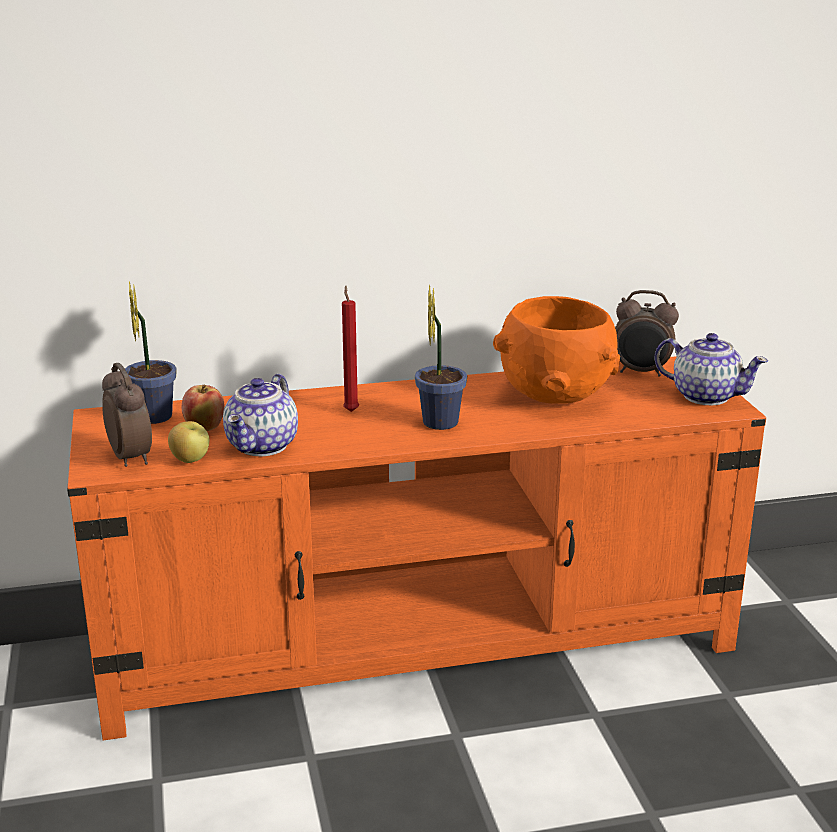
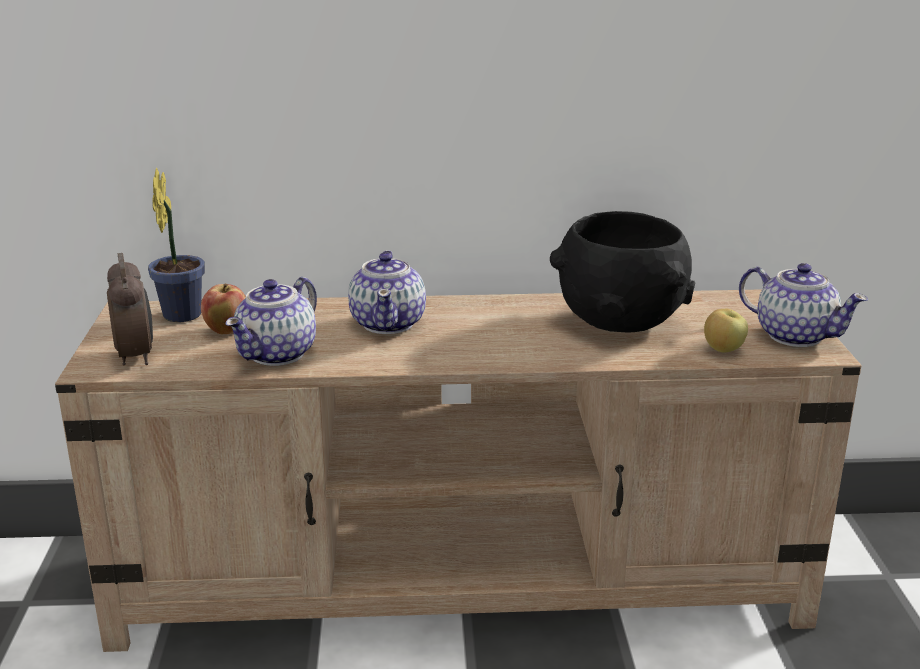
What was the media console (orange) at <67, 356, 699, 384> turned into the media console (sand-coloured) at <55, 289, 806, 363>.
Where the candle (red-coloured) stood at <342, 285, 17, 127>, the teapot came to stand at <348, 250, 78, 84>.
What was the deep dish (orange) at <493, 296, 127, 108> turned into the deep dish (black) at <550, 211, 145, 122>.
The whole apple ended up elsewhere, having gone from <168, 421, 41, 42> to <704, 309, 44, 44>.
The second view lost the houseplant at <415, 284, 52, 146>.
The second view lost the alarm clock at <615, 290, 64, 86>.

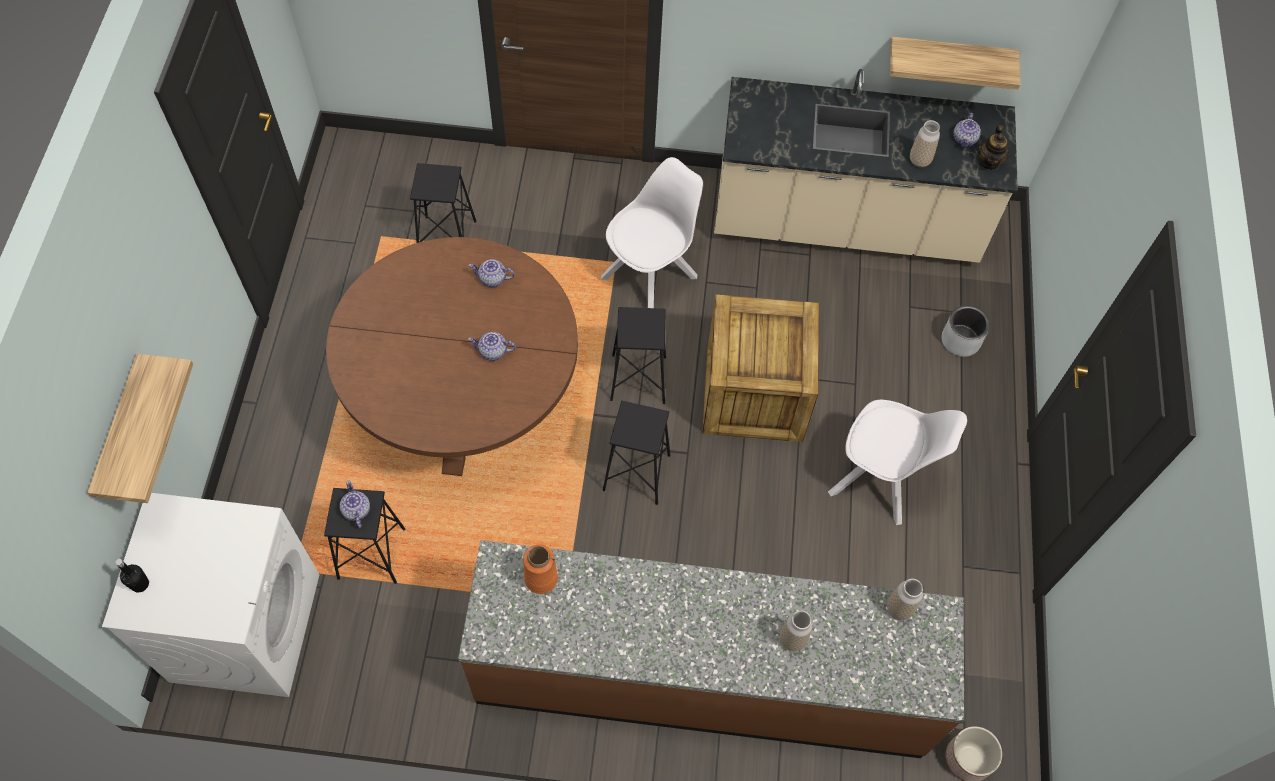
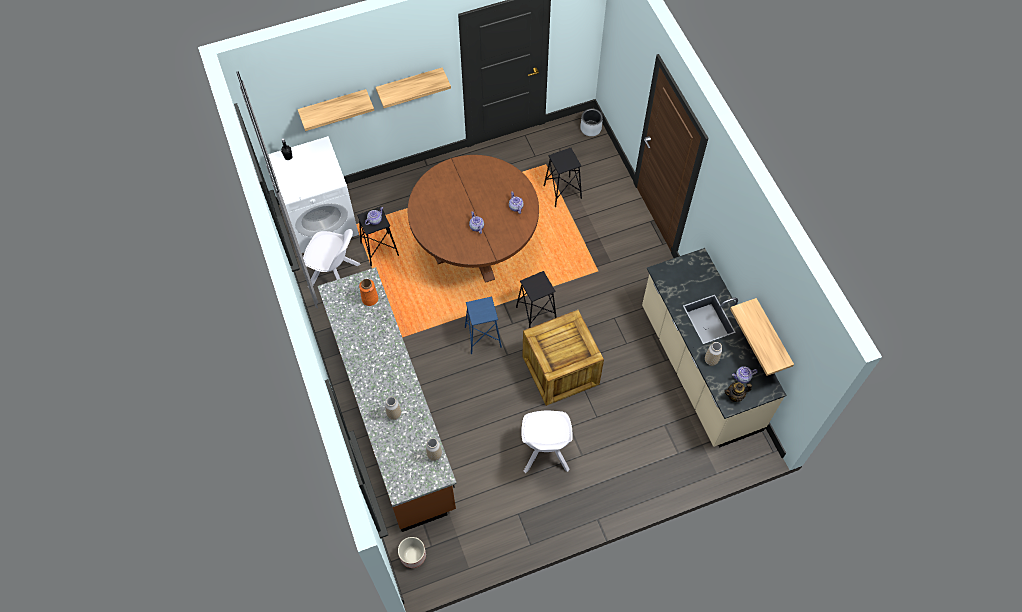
The plain chair (white-coloured) ended up elsewhere, having gone from <601, 157, 102, 151> to <303, 229, 58, 59>.
The second view gained the shelf at <376, 67, 75, 41>.
What was the stool (black) at <603, 401, 67, 104> turned into the stool (blue) at <465, 297, 37, 57>.
The flower pot (greyish) ended up elsewhere, having gone from <941, 305, 49, 52> to <580, 108, 23, 28>.

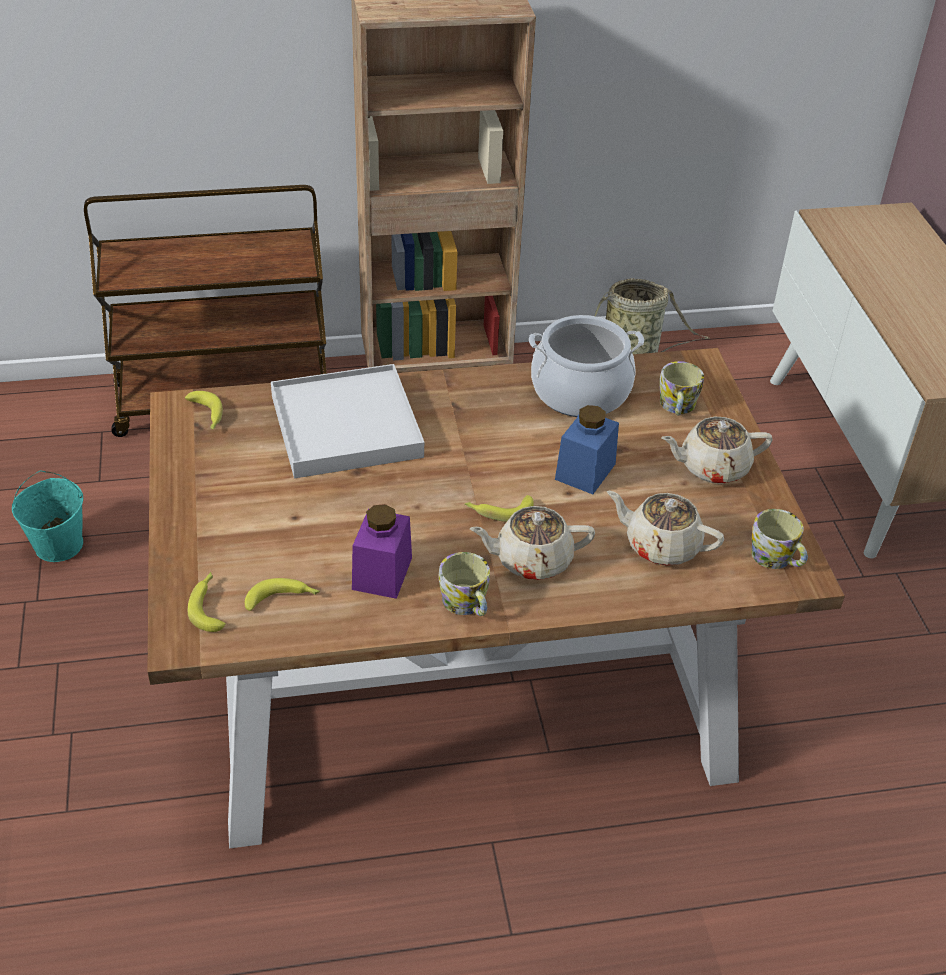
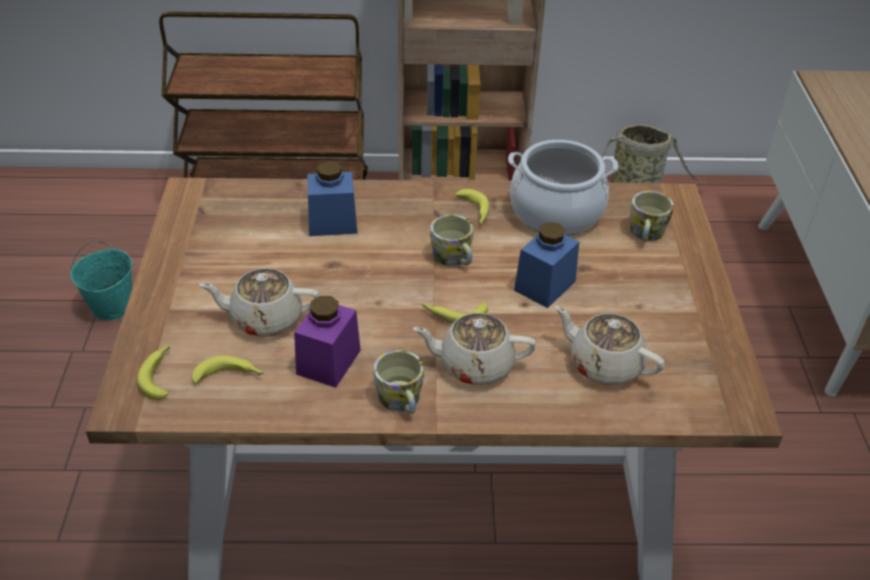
The teapot (sand-coloured) ended up elsewhere, having gone from <661, 417, 112, 67> to <199, 268, 121, 69>.
Where the tray (white-coloured) stood at <271, 364, 153, 114>, the storage jar (blue) came to stand at <307, 161, 50, 75>.
The coffee mug ended up elsewhere, having gone from <751, 509, 57, 60> to <430, 214, 43, 52>.
The banana ended up elsewhere, having gone from <185, 391, 38, 38> to <455, 189, 35, 36>.

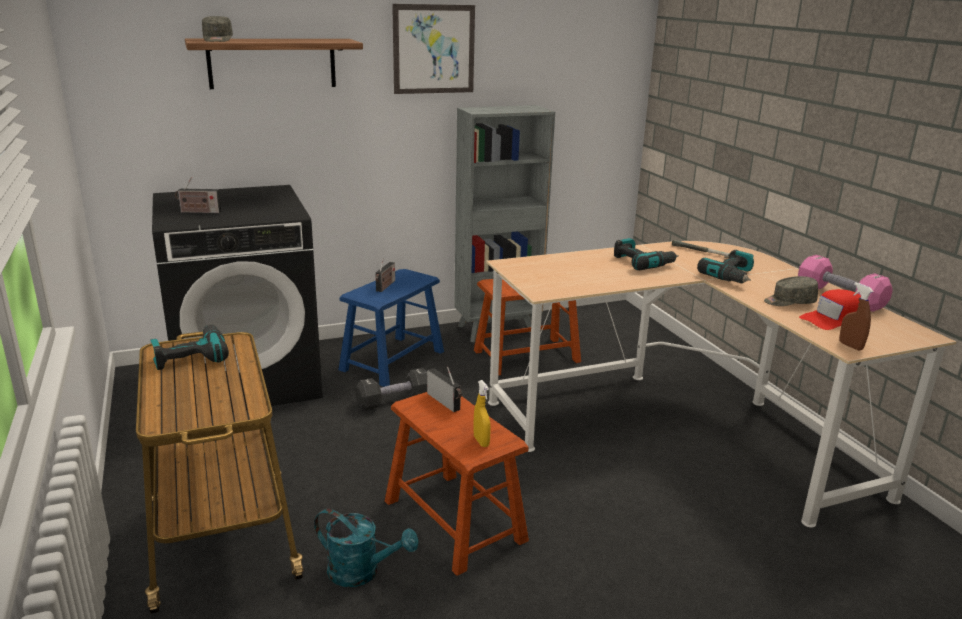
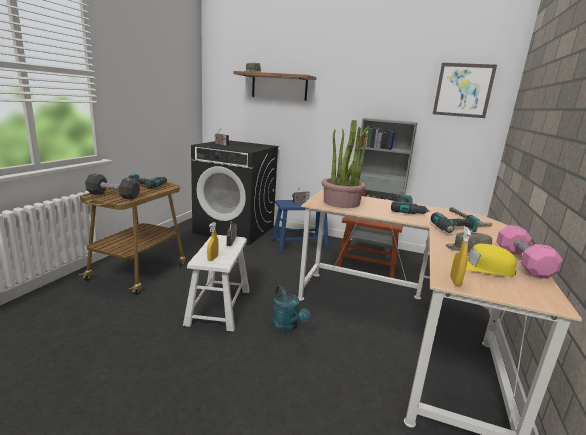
The dumbbell (black) ended up elsewhere, having gone from <356, 368, 71, 42> to <85, 174, 55, 26>.
What was the stool (brown-coloured) at <385, 392, 144, 184> turned into the stool (white-coloured) at <183, 235, 67, 96>.
The watering pot (turquoise-coloured) ended up elsewhere, having gone from <314, 509, 105, 78> to <272, 286, 38, 46>.
The second view gained the houseplant at <322, 120, 48, 88>.
The picture ended up elsewhere, having gone from <392, 4, 83, 90> to <433, 63, 64, 55>.
What was the spray bottle (brown-coloured) at <839, 282, 35, 69> turned into the spray bottle (yellow-coloured) at <450, 226, 21, 60>.
What was the cap (red-coloured) at <799, 289, 62, 41> turned into the cap (yellow-coloured) at <451, 243, 66, 34>.

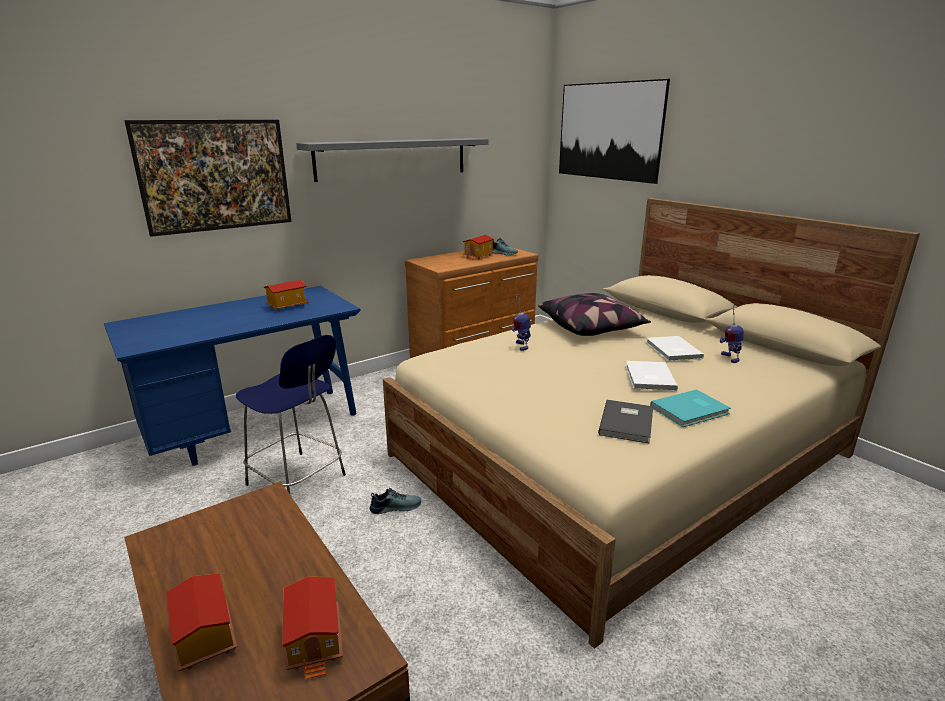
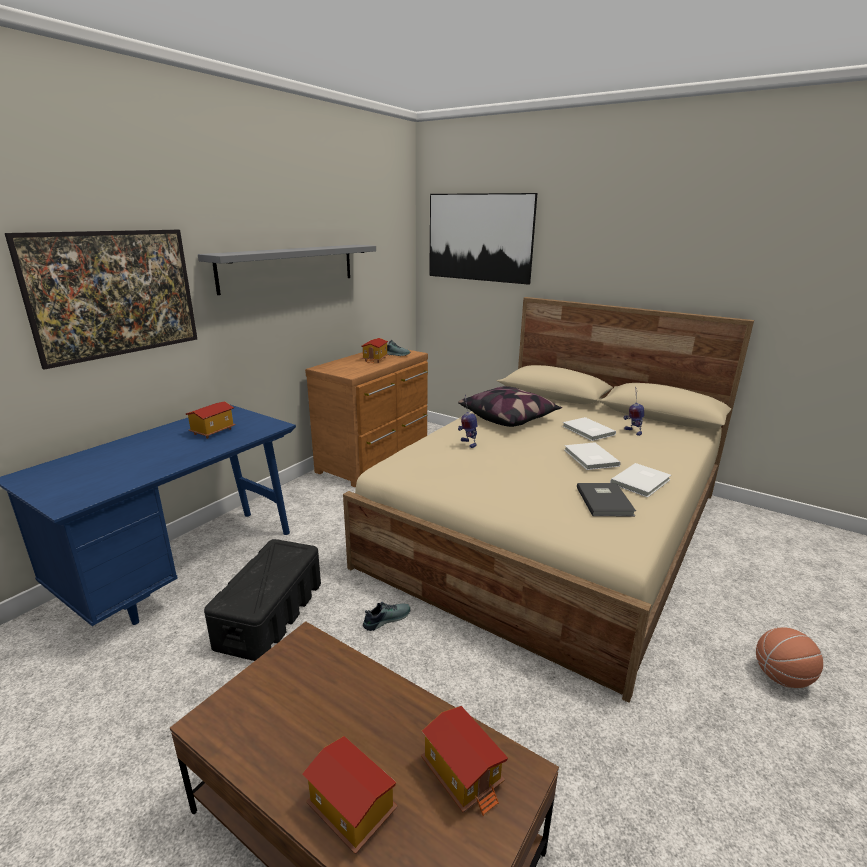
Where the stool (blue) stood at <236, 335, 110, 159>, the storage bin (black) came to stand at <204, 539, 117, 122>.
What was the bound book (turquoise-coloured) at <650, 389, 81, 38> turned into the bound book (white-coloured) at <610, 463, 61, 34>.
The second view gained the basketball at <756, 627, 67, 61>.

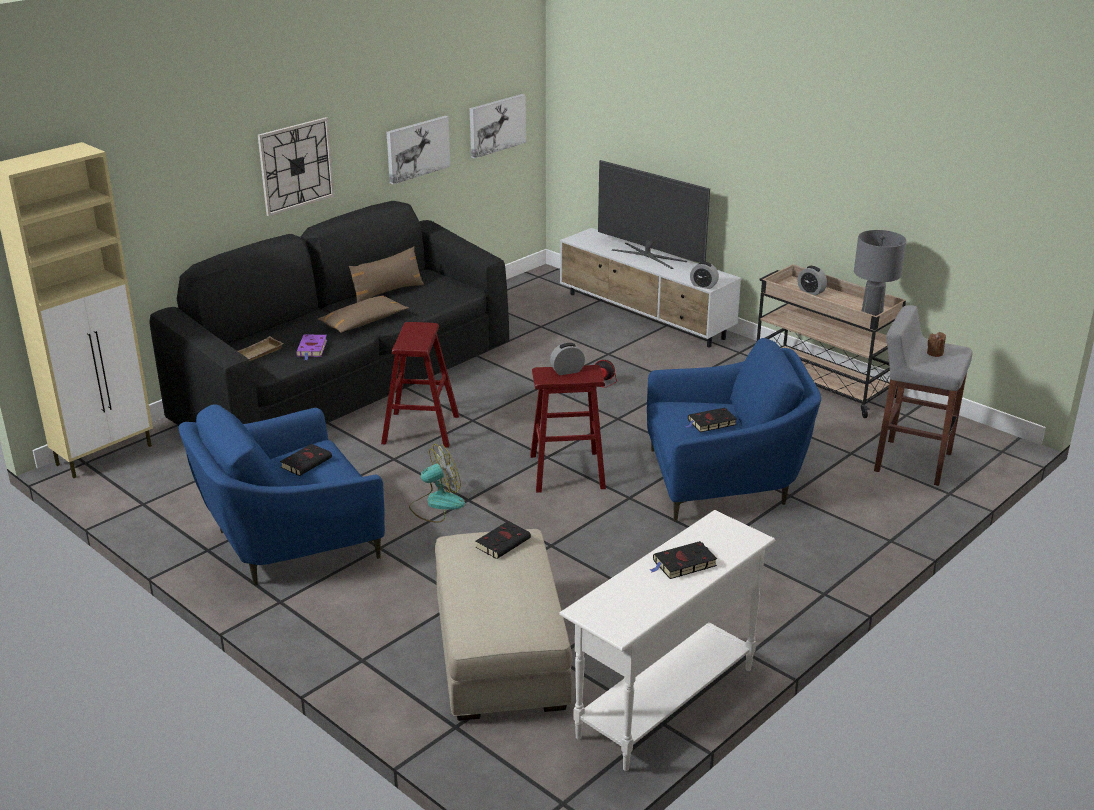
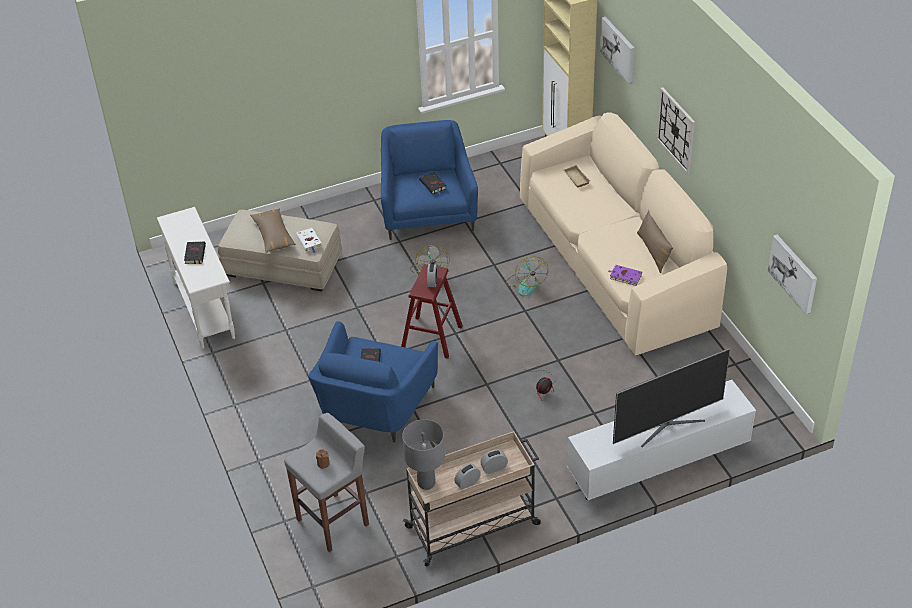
The throw pillow (brown-coloured) ended up elsewhere, having gone from <318, 295, 91, 38> to <250, 208, 46, 45>.
What was the bound book (black) at <475, 521, 56, 38> turned into the bound book (white-coloured) at <296, 228, 26, 25>.
The alarm clock ended up elsewhere, having gone from <690, 262, 29, 27> to <454, 464, 27, 25>.
Where the stool (red-coloured) stood at <381, 322, 78, 126>, the electric fan came to stand at <506, 256, 43, 40>.
What was the couch (black) at <149, 201, 360, 224> turned into the couch (sand-coloured) at <520, 112, 207, 243>.
The picture ended up elsewhere, having gone from <386, 116, 64, 68> to <600, 17, 35, 67>.
The bound book (purple-coloured) ended up elsewhere, having gone from <296, 334, 31, 26> to <608, 265, 34, 21>.

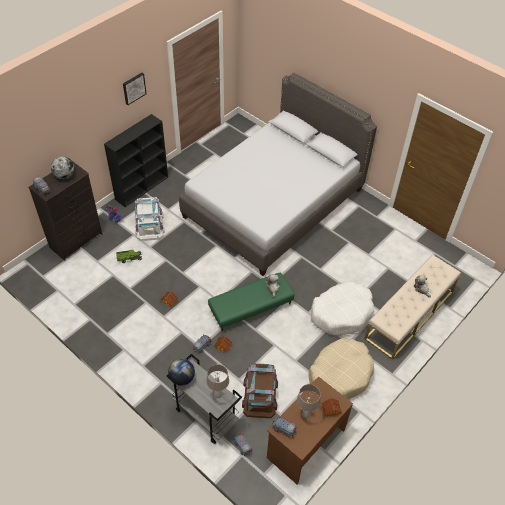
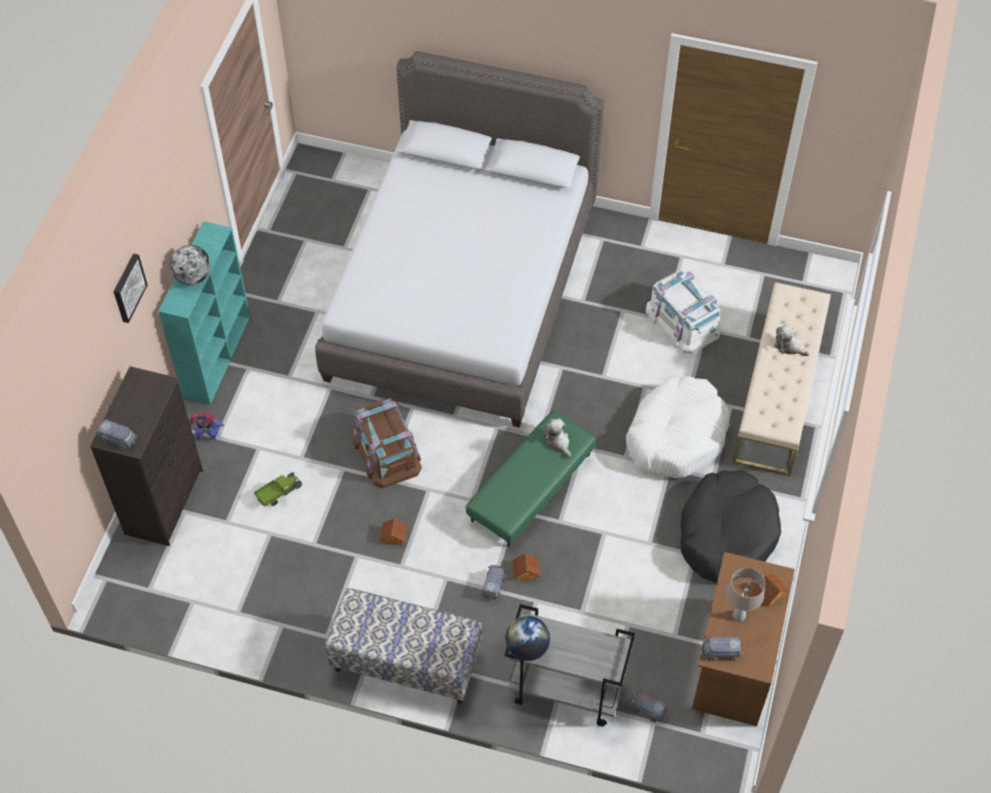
The picture ended up elsewhere, having gone from <123, 73, 24, 32> to <114, 253, 34, 70>.
What was the bookshelf (black) at <104, 114, 64, 93> turned into the bookshelf (turquoise-coloured) at <158, 221, 92, 184>.
The desk globe ended up elsewhere, having gone from <51, 156, 23, 23> to <170, 245, 41, 40>.
The second view gained the bench at <325, 588, 157, 116>.
The storage bin (brown-coloured) ended up elsewhere, having gone from <242, 363, 36, 55> to <352, 398, 70, 90>.
The storage bin (white-coloured) ended up elsewhere, having gone from <135, 197, 30, 44> to <646, 270, 75, 84>.
What was the pet bed (sand-coloured) at <308, 338, 66, 62> turned into the pet bed (black) at <681, 470, 100, 112>.
The second view lost the tabletop lamp (sand-coloured) at <206, 364, 23, 34>.

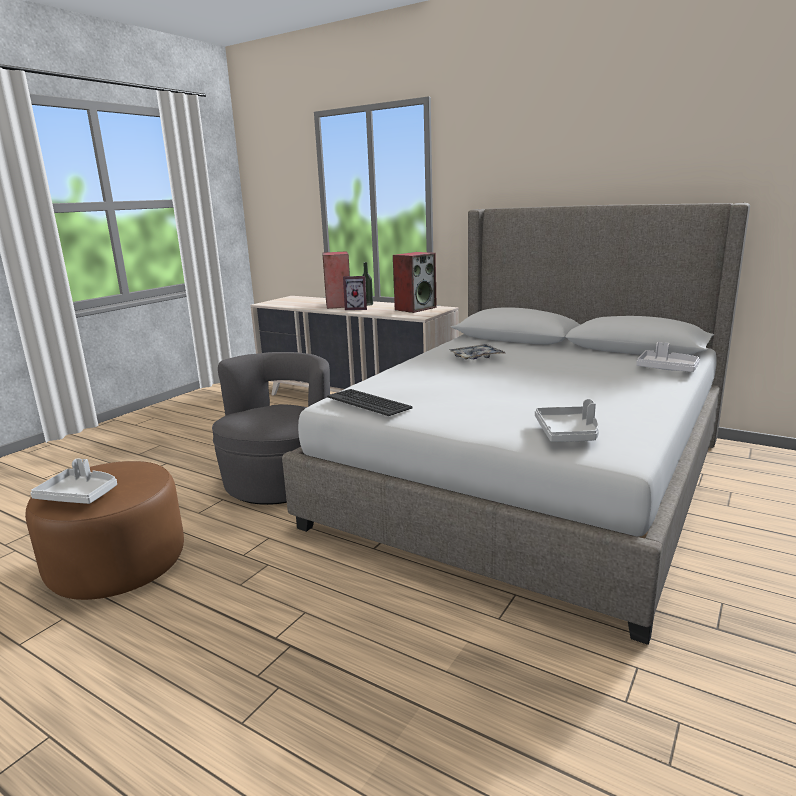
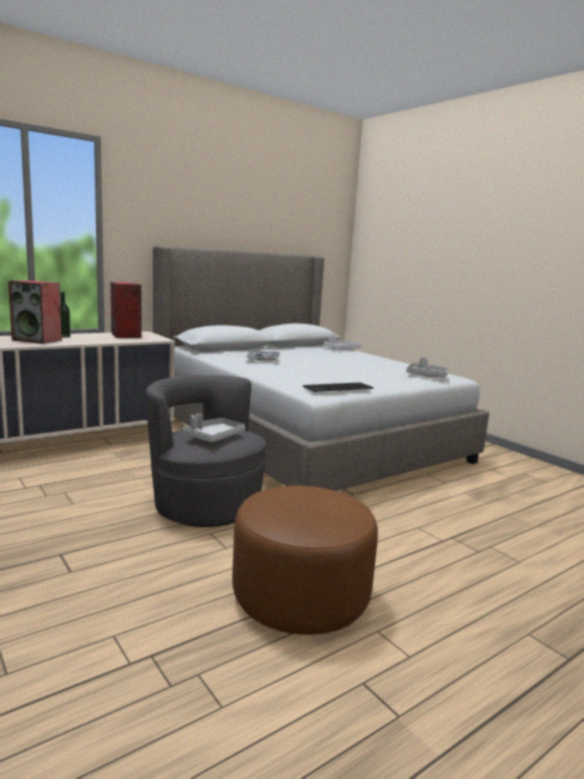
The tray (greyish) ended up elsewhere, having gone from <31, 458, 86, 46> to <183, 414, 62, 28>.
The second view lost the picture frame at <343, 276, 24, 34>.

